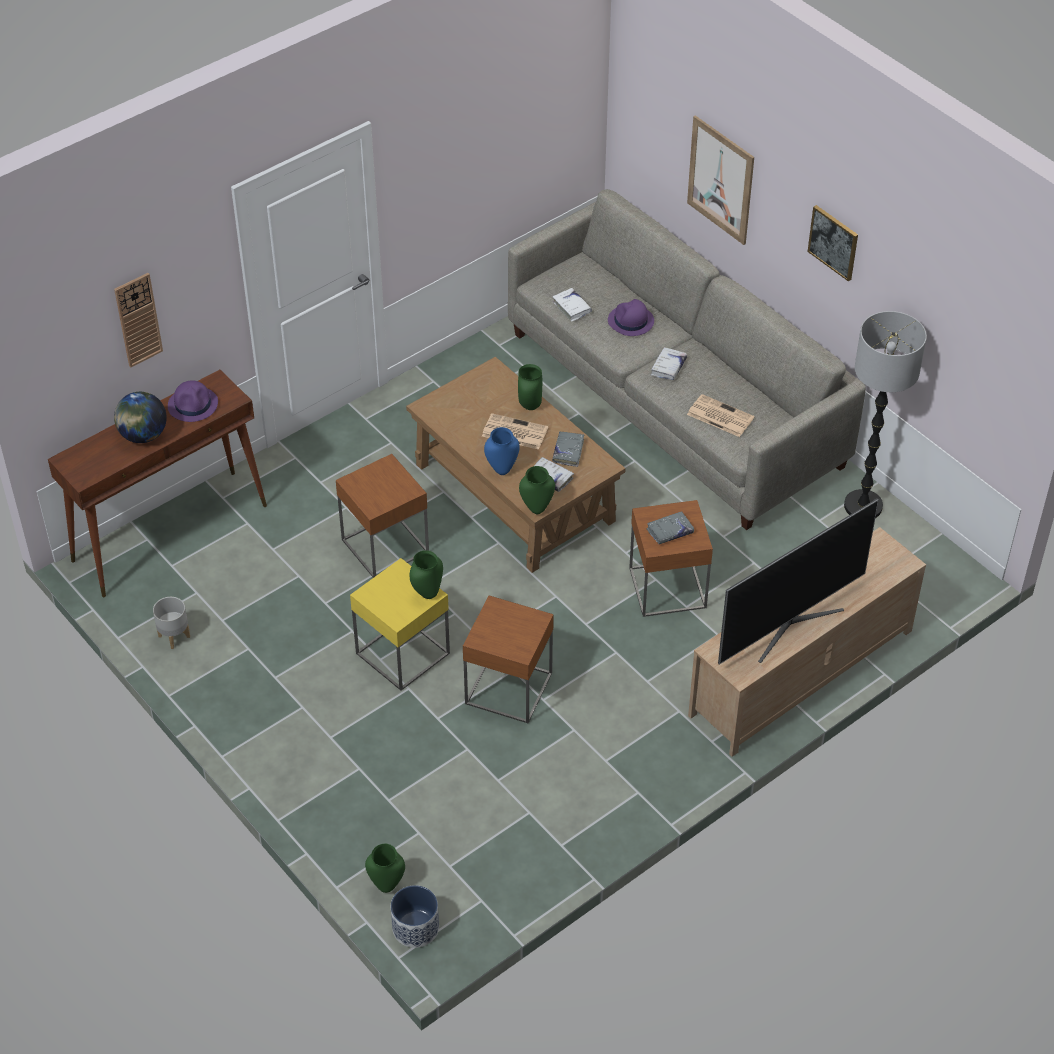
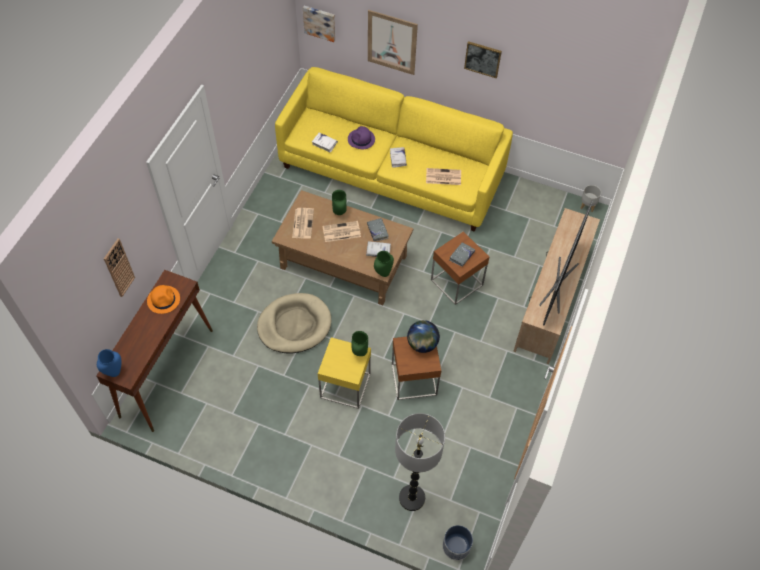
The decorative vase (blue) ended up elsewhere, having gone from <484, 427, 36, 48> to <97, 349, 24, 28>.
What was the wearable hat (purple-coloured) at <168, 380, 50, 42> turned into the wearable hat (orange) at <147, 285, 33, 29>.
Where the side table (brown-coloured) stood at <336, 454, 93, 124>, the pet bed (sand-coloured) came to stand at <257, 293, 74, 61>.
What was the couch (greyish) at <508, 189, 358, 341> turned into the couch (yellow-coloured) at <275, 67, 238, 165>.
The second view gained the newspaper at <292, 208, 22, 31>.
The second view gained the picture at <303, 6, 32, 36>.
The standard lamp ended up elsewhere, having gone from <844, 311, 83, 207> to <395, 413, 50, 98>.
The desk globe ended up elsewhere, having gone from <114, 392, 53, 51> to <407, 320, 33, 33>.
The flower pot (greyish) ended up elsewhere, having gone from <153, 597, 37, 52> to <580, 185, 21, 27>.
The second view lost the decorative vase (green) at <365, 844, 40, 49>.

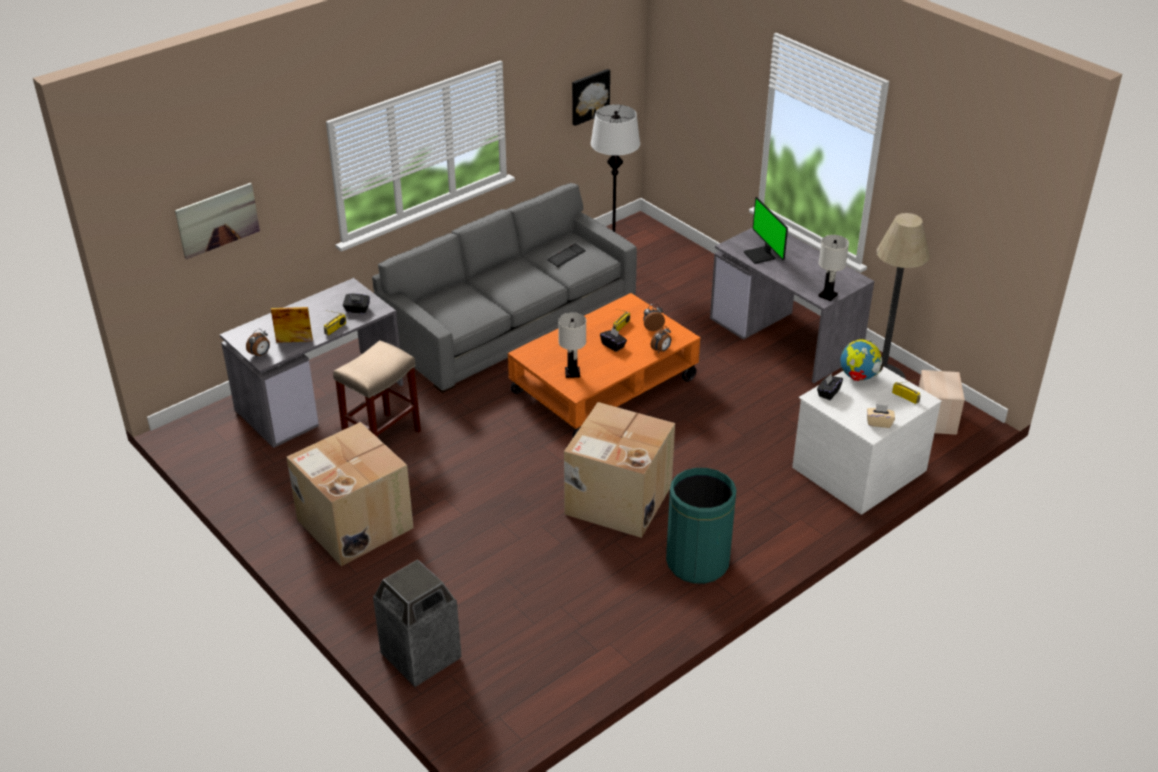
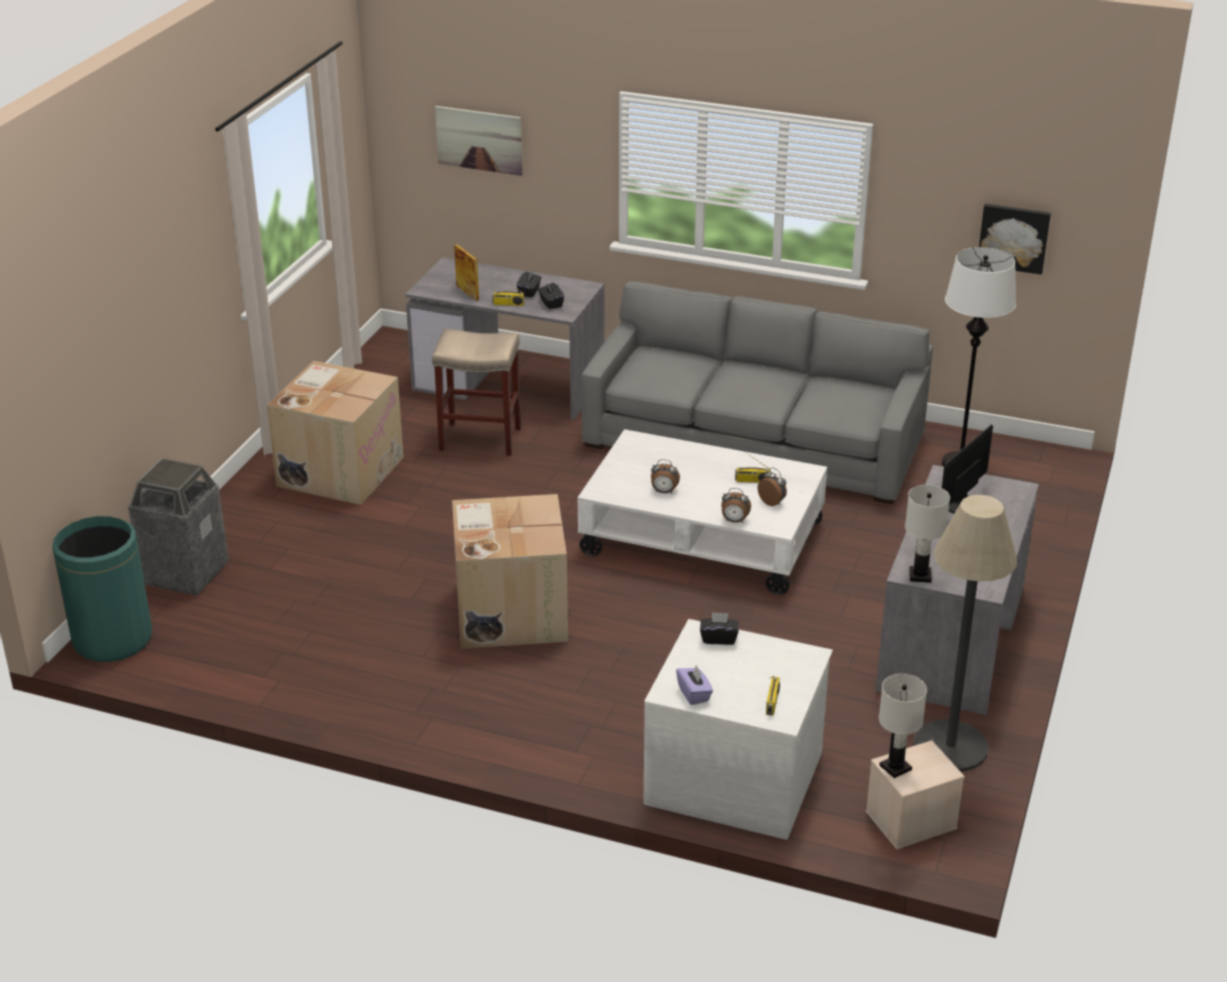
The waste bin (green) ended up elsewhere, having gone from <666, 468, 70, 116> to <52, 516, 100, 146>.
The tissue box (black) ended up elsewhere, having gone from <600, 328, 27, 24> to <517, 272, 24, 25>.
What was the coffee table (orange) at <508, 293, 192, 144> turned into the coffee table (white-coloured) at <577, 429, 250, 166>.
The alarm clock ended up elsewhere, having gone from <246, 329, 24, 29> to <651, 459, 29, 34>.
What was the tissue box (sand-coloured) at <867, 404, 28, 24> turned into the tissue box (purple-coloured) at <676, 665, 37, 40>.
The tabletop lamp (white-coloured) ended up elsewhere, having gone from <558, 312, 28, 66> to <879, 674, 48, 104>.
The second view lost the PC keyboard at <547, 244, 39, 23>.
The second view lost the desk globe at <841, 339, 42, 42>.

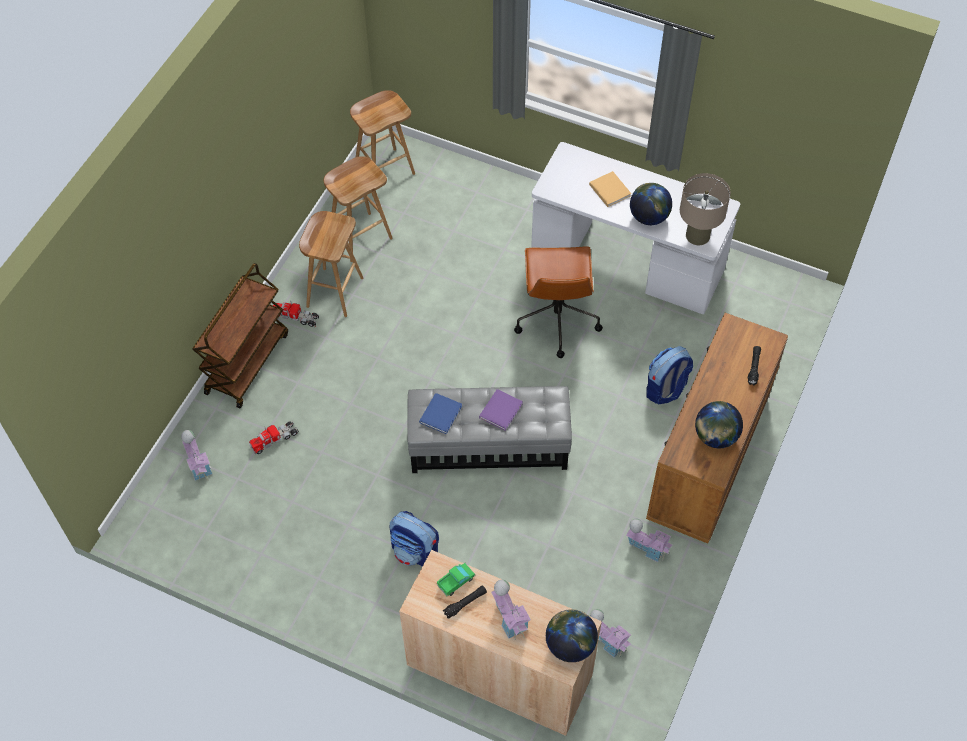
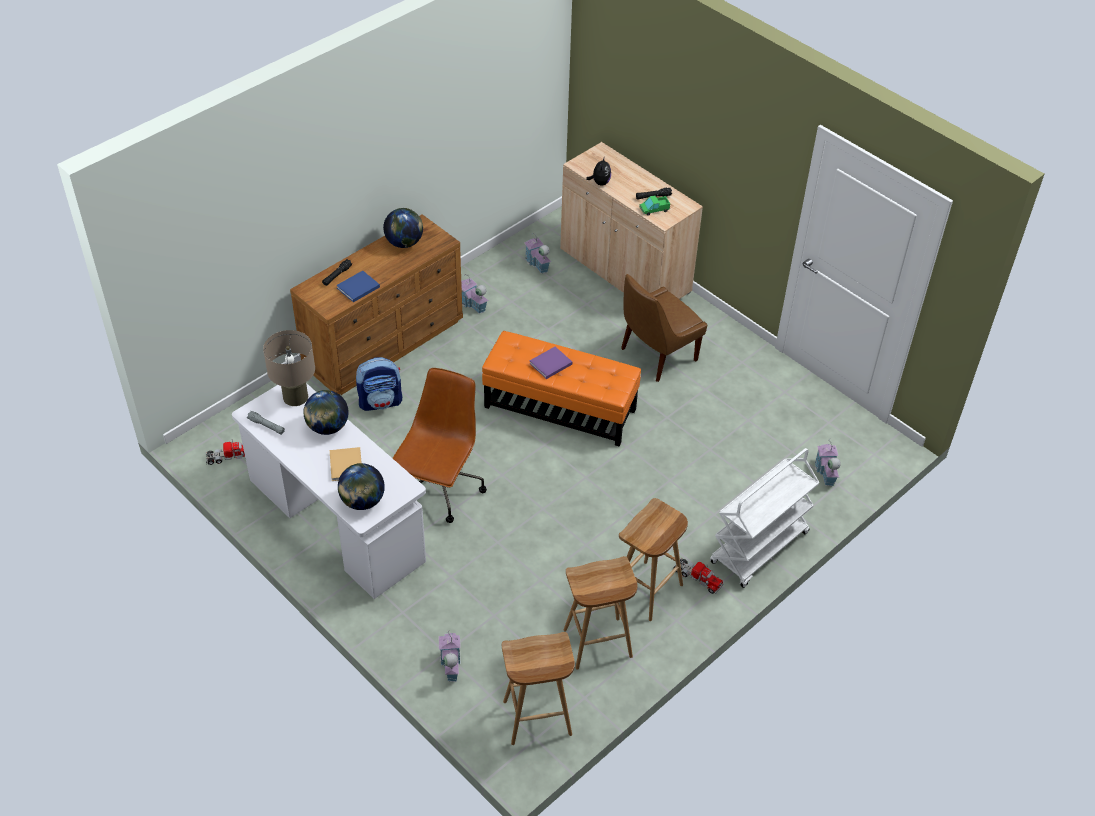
The model truck ended up elsewhere, having gone from <249, 421, 50, 34> to <206, 439, 39, 26>.
The bound book (blue) ended up elsewhere, having gone from <419, 393, 43, 41> to <336, 271, 44, 31>.
The desk globe ended up elsewhere, having gone from <546, 609, 52, 53> to <338, 463, 47, 47>.
The miniature house ended up elsewhere, having gone from <491, 580, 40, 60> to <438, 630, 23, 52>.
What was the footrest (greyish) at <407, 386, 165, 87> turned into the footrest (orange) at <482, 331, 159, 115>.
The second view gained the cuddly toy at <586, 156, 25, 29>.
Where the rucksack stood at <390, 511, 49, 56>, the plain chair (brown-coloured) came to stand at <621, 274, 86, 108>.
What was the trolley (brown-coloured) at <192, 263, 96, 145> turned into the trolley (white-coloured) at <710, 448, 110, 140>.

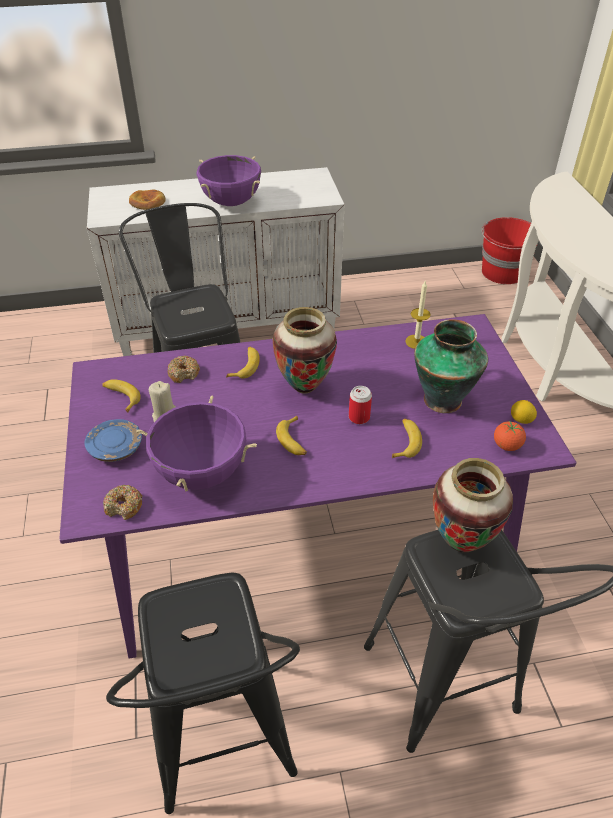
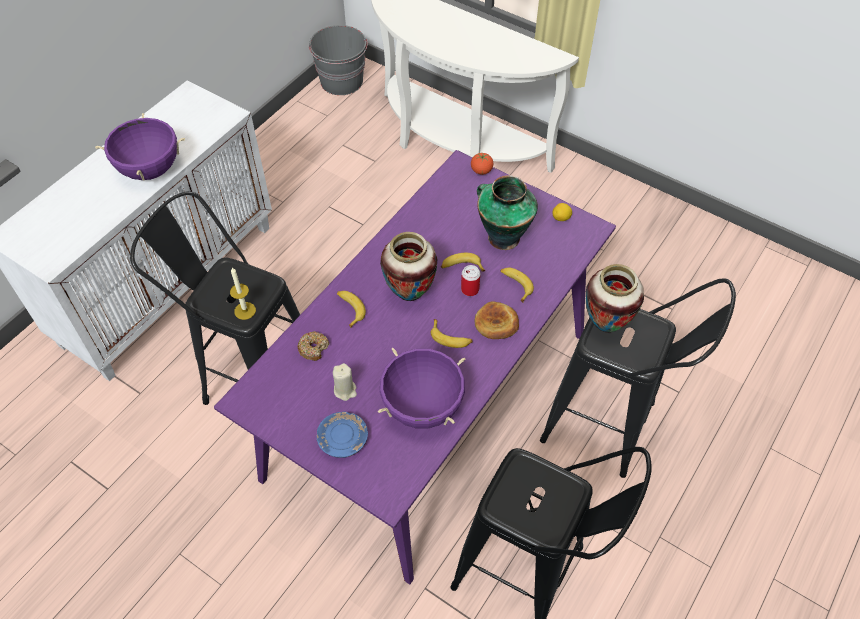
The candle ended up elsewhere, having gone from <405, 281, 26, 68> to <230, 268, 26, 52>.
What was the bucket (red-coloured) at <482, 217, 49, 67> turned into the bucket (greyish) at <309, 25, 59, 70>.
The banana ended up elsewhere, having gone from <102, 379, 39, 33> to <441, 253, 44, 19>.
The tomato ended up elsewhere, having gone from <494, 421, 32, 30> to <471, 153, 22, 22>.
The bakery bread ended up elsewhere, having gone from <129, 190, 37, 20> to <475, 301, 44, 38>.
The second view lost the donut at <103, 485, 40, 35>.

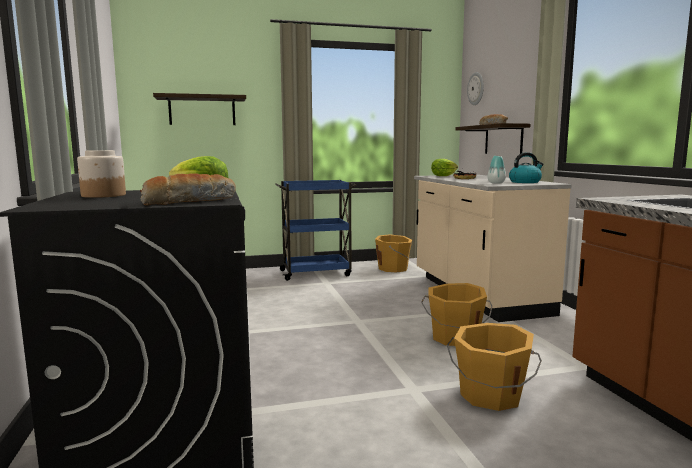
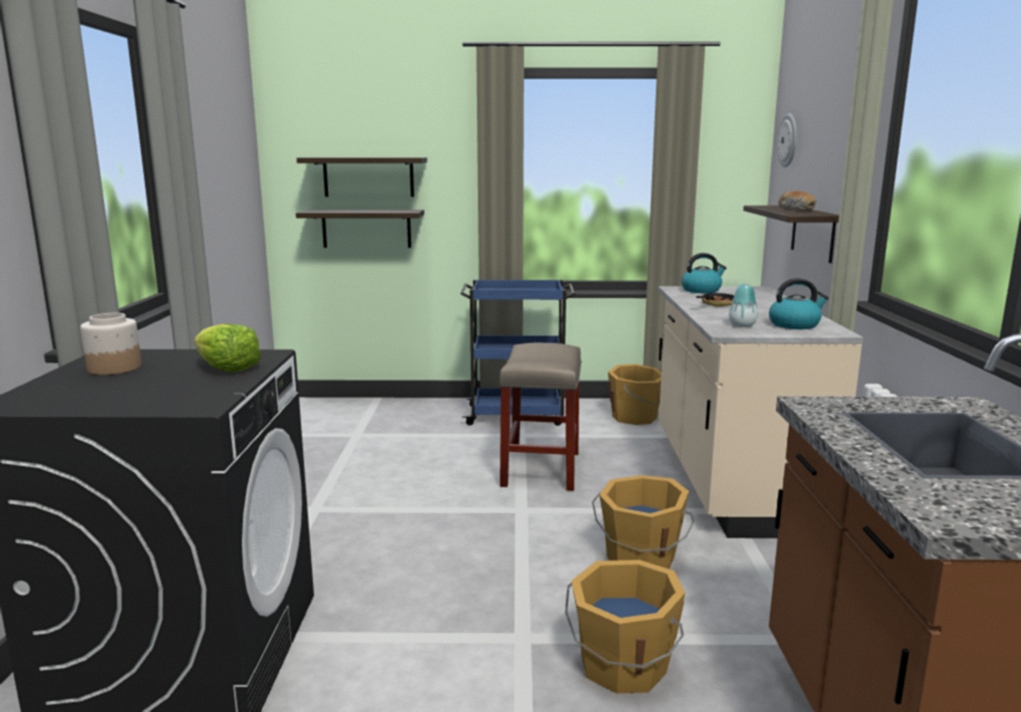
The second view gained the shelf at <296, 210, 128, 38>.
The second view gained the stool (sand-coloured) at <499, 342, 82, 149>.
Where the lettuce head stood at <431, 159, 27, 17>, the kettle came to stand at <681, 253, 45, 40>.
The second view lost the bakery bread at <140, 173, 96, 32>.

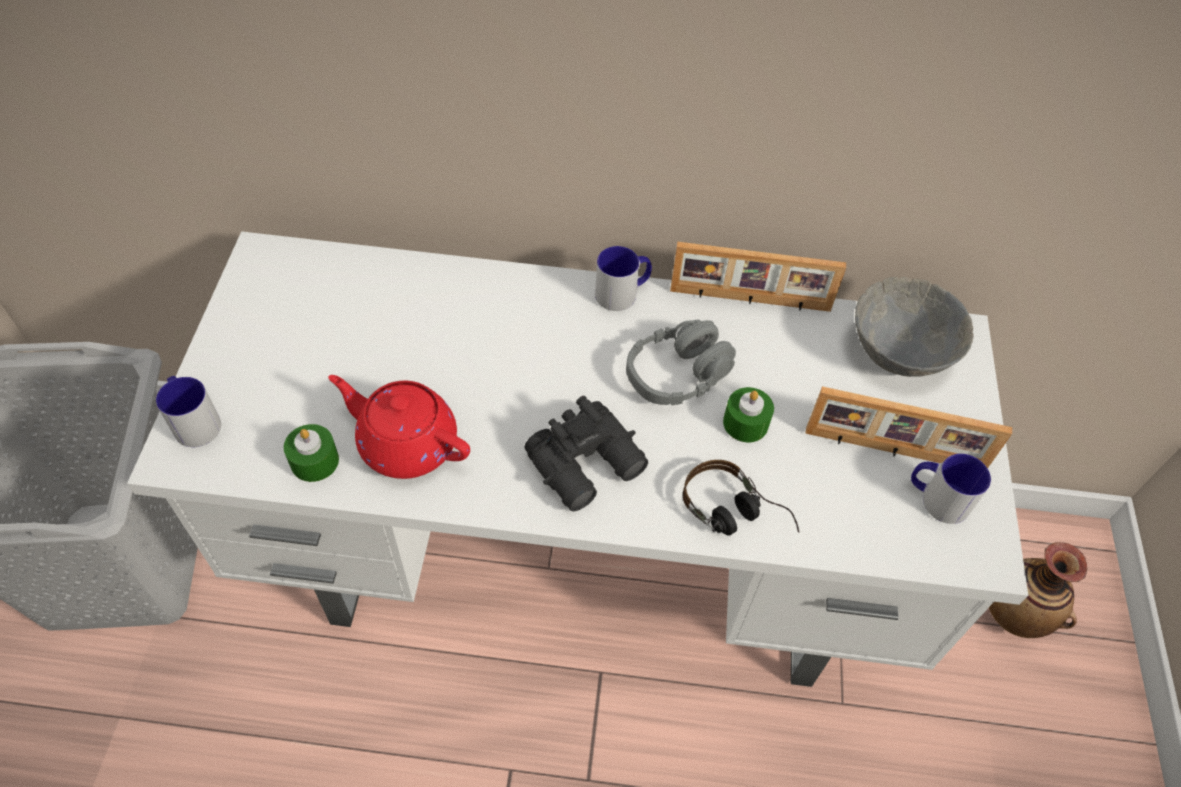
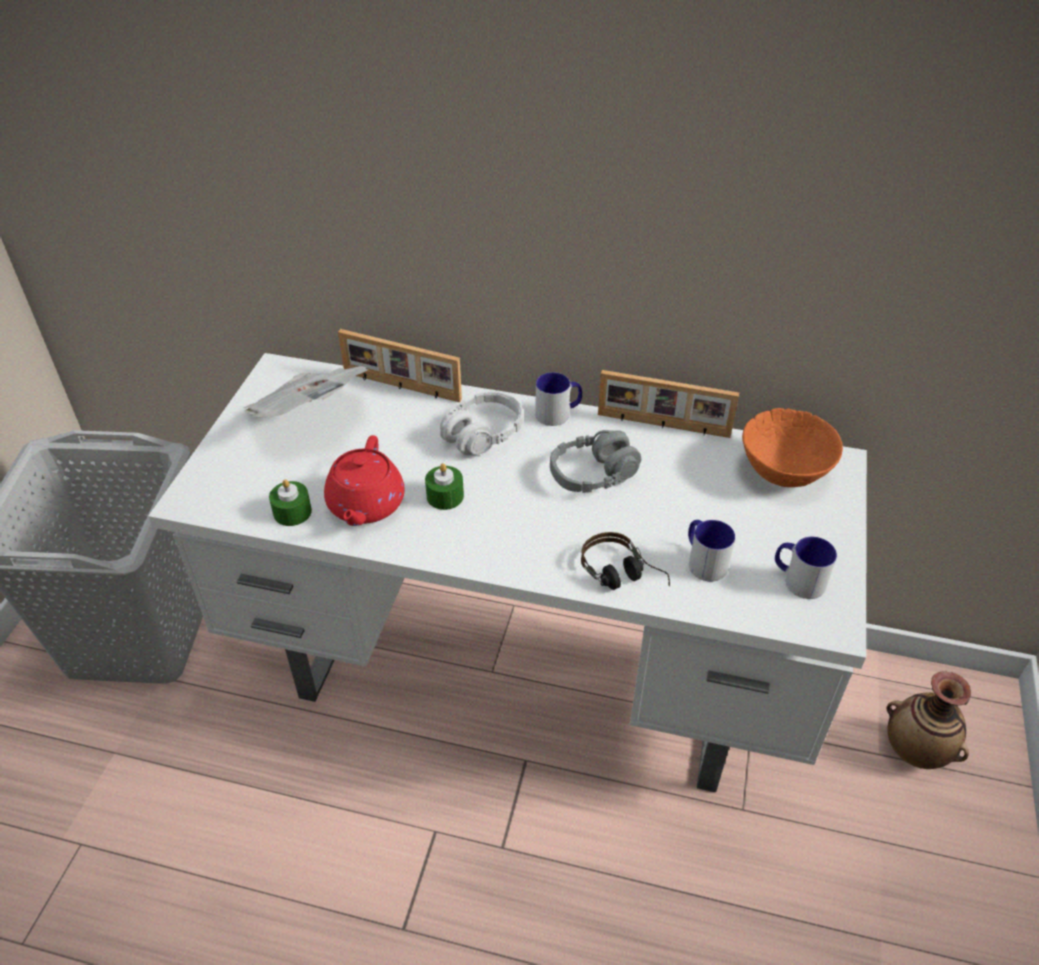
The second view gained the newspaper at <244, 366, 125, 52>.
The teapot (red-coloured) at <328, 375, 142, 104> ended up facing another way, 120 degrees counterclockwise from before.
The picture frame ended up elsewhere, having gone from <805, 386, 207, 82> to <338, 329, 124, 73>.
The candle (green) ended up elsewhere, having gone from <723, 387, 51, 55> to <425, 463, 39, 47>.
The second view gained the pair of headphones (greyish) at <440, 391, 83, 64>.
The coffee mug ended up elsewhere, having gone from <156, 376, 65, 71> to <688, 520, 47, 61>.
What was the deep dish (greyish) at <855, 277, 119, 100> turned into the deep dish (orange) at <742, 408, 101, 79>.
The second view lost the field glasses (black) at <525, 396, 123, 115>.

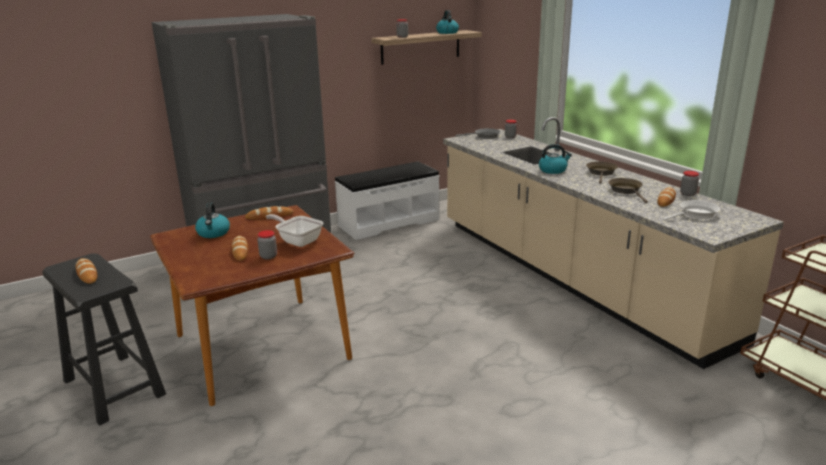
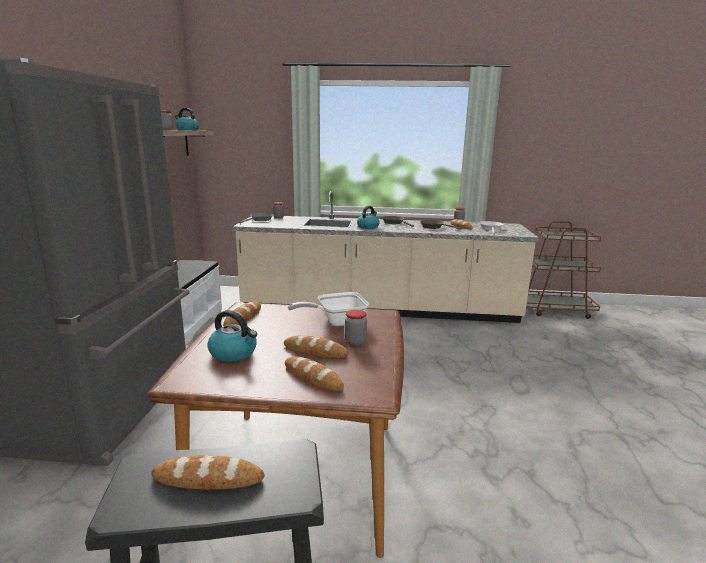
The second view gained the bakery bread at <285, 357, 59, 34>.

